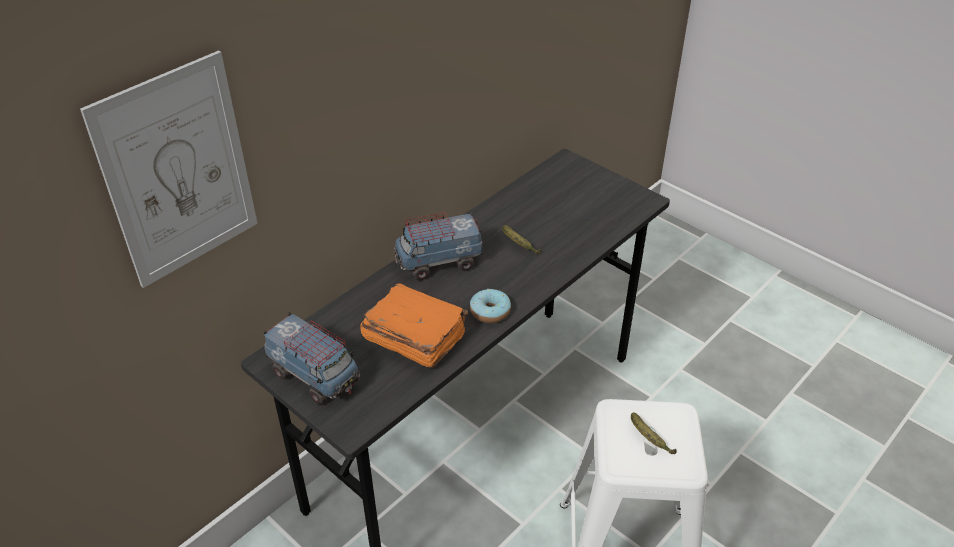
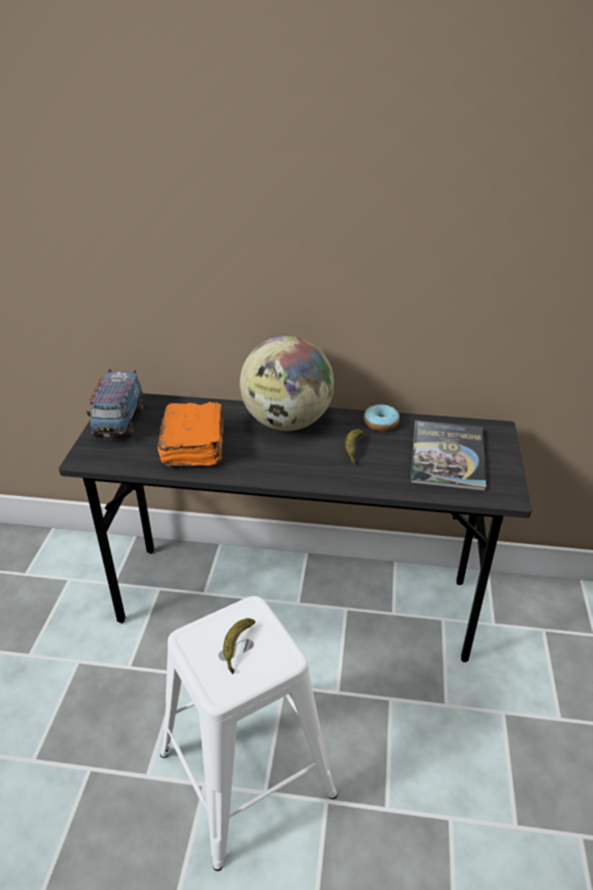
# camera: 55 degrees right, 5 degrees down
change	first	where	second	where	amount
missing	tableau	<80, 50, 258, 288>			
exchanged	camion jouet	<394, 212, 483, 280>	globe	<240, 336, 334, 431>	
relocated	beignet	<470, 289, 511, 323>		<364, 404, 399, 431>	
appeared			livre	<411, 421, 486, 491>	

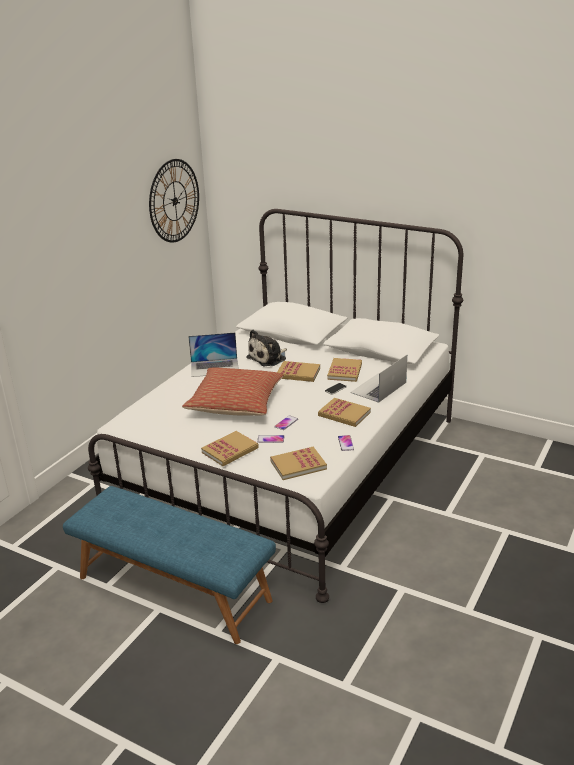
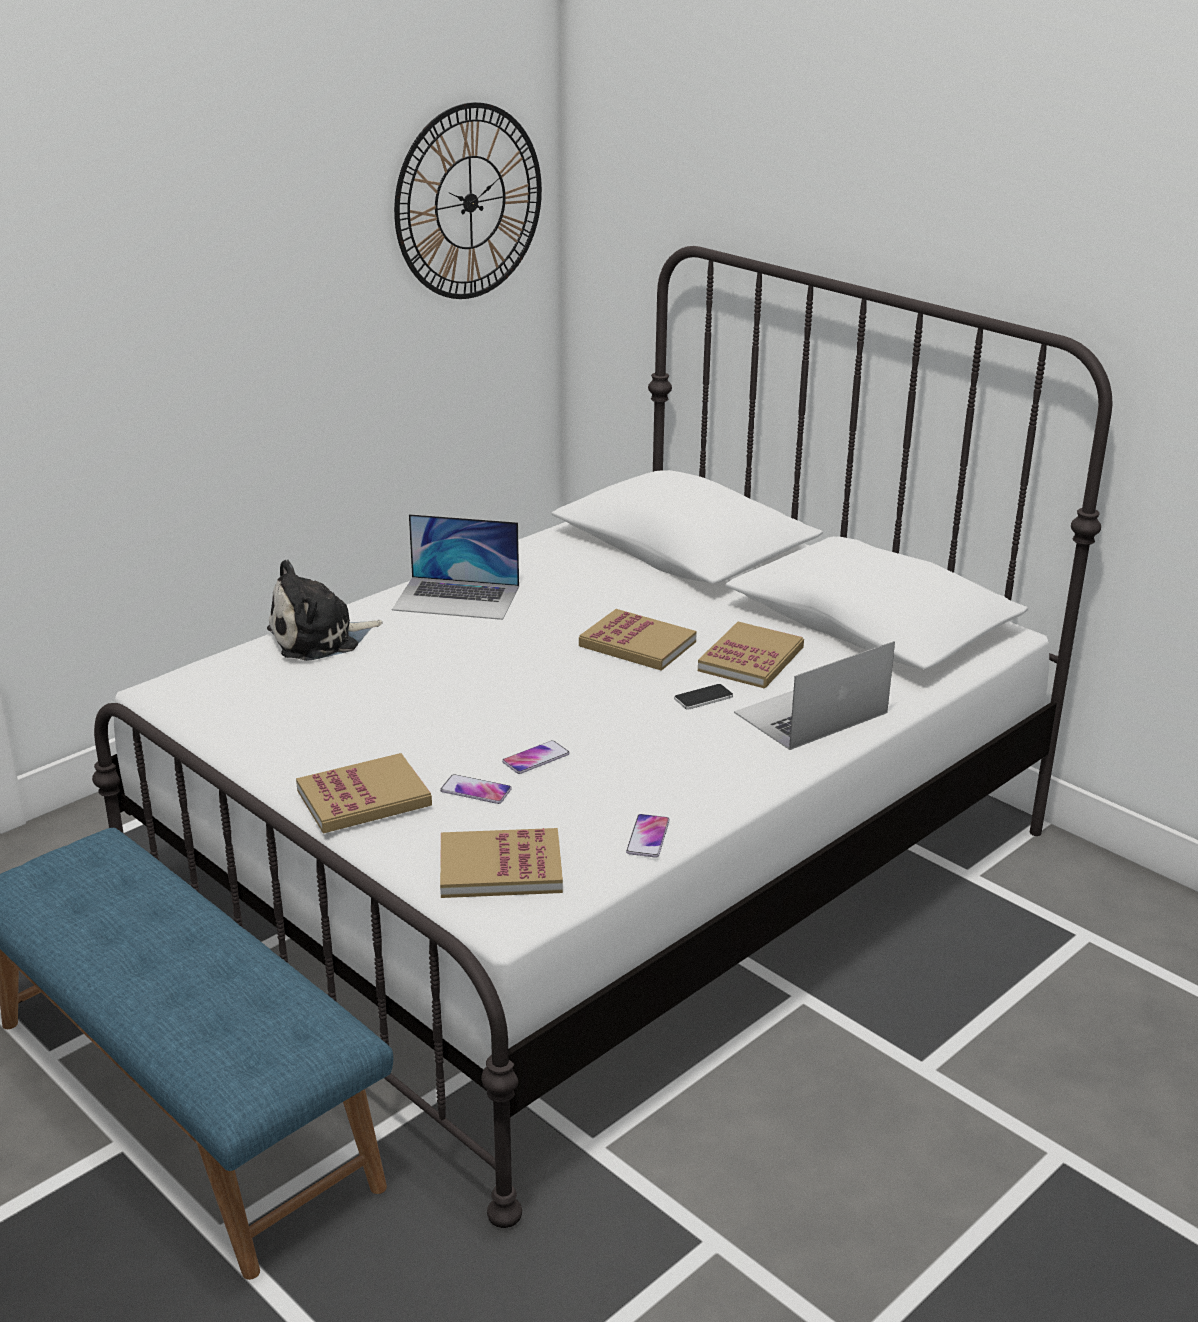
# camera: 15 degrees right, 0 degrees up
change	first	where	second	where	amount
relocated	peluche	<246, 330, 287, 367>		<267, 559, 382, 661>	
missing	coussin	<182, 367, 284, 416>			
missing	livre	<318, 398, 371, 427>			

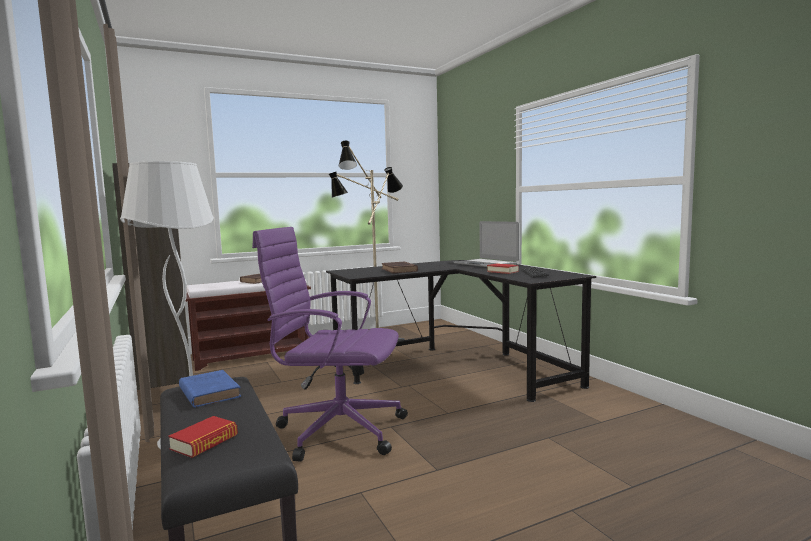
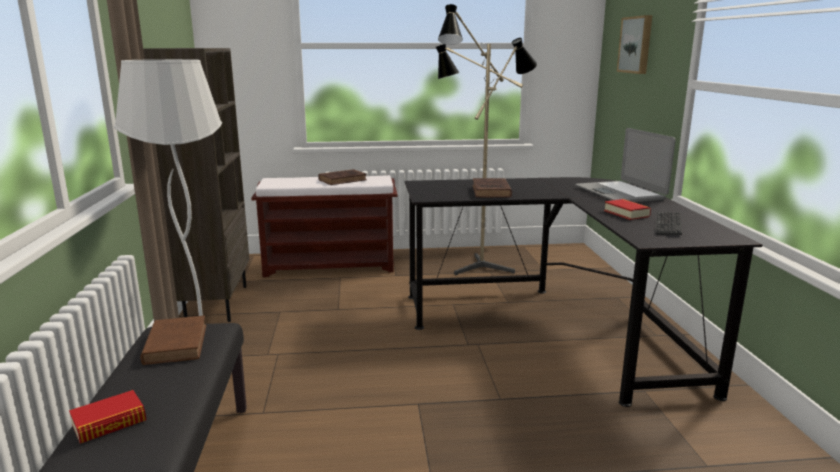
# camera: 20 degrees right, 10 degrees up
change	first	where	second	where	amount
missing	chaise de bureau (violet)	<252, 227, 408, 462>			
colour	livre (bleu)	<179, 370, 241, 408>	livre (marron)	<140, 316, 206, 365>	
appeared			tableau	<617, 15, 652, 74>	

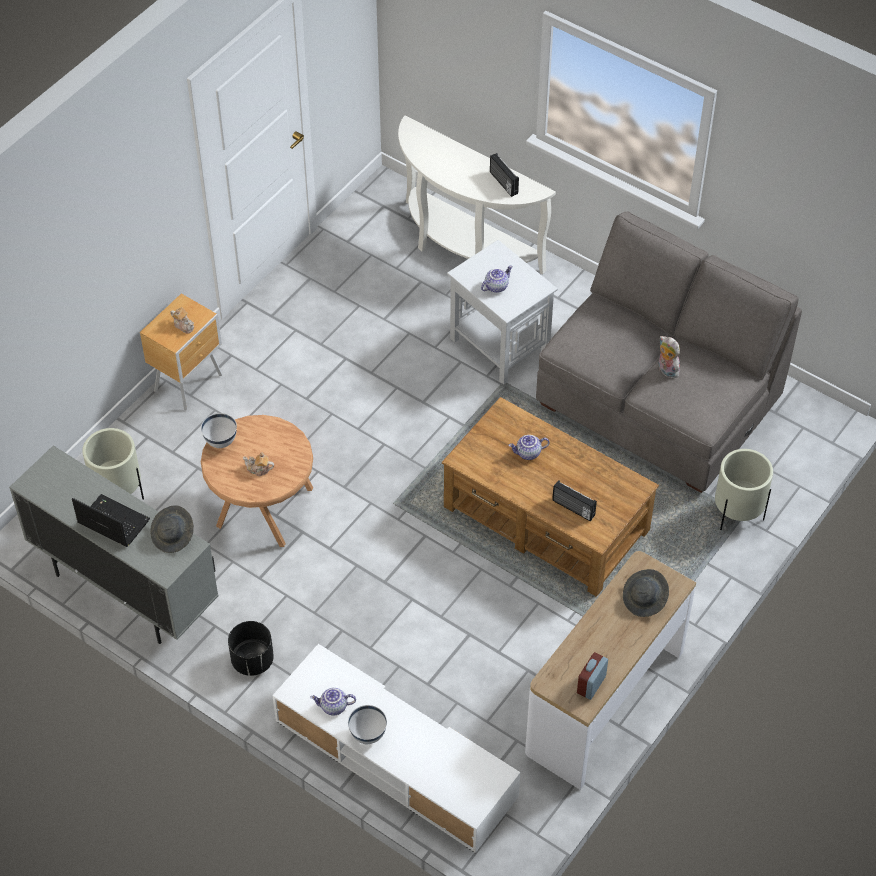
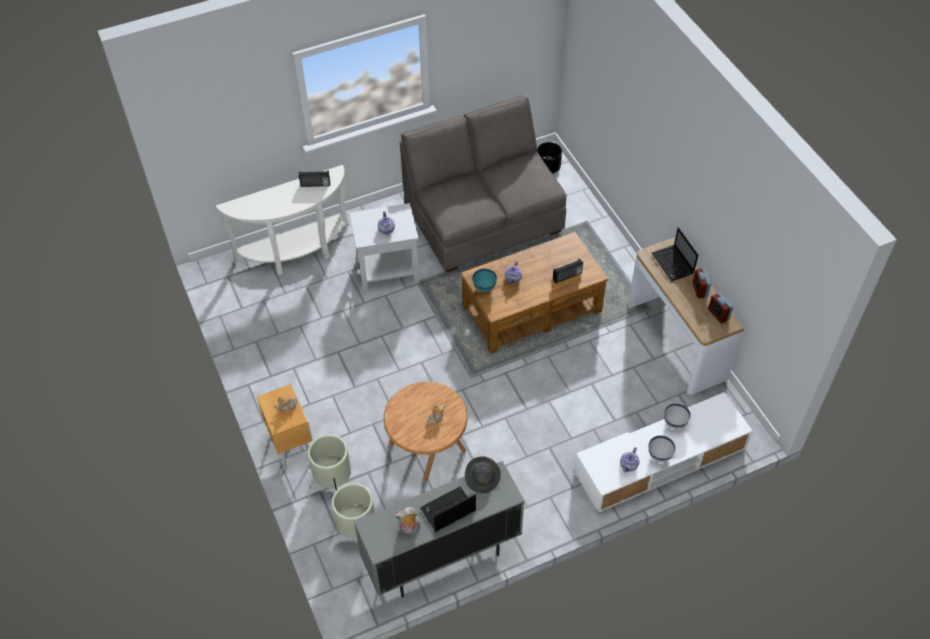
# camera: 60 degrees left, 0 degrees up
change	first	where	second	where	amount
relocated	peluche	<659, 336, 682, 379>		<394, 507, 420, 534>	
relocated	bol (blanc)	<201, 413, 237, 448>		<664, 403, 691, 429>	
relocated	cache-pot (beige)	<715, 449, 773, 530>		<308, 434, 351, 491>	
exchanged	chapeau (gris)	<623, 569, 669, 617>	ordinateur portable	<652, 227, 698, 281>	
relocated	cache-pot (noir)	<228, 621, 274, 676>		<537, 142, 562, 173>	
appeared			bol (turquoise)	<472, 268, 497, 292>	
appeared			réveil	<693, 268, 711, 298>	

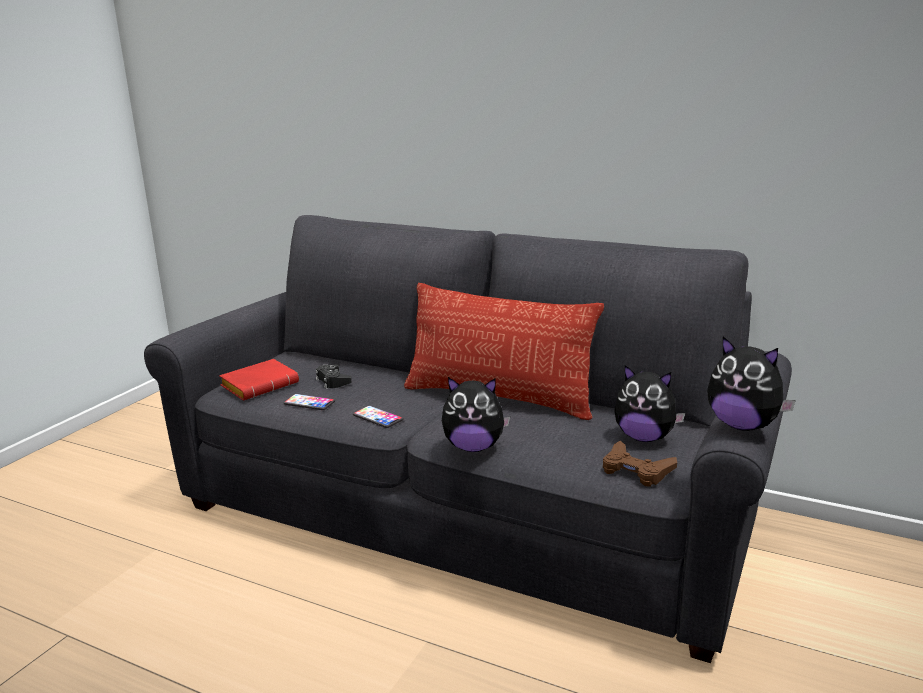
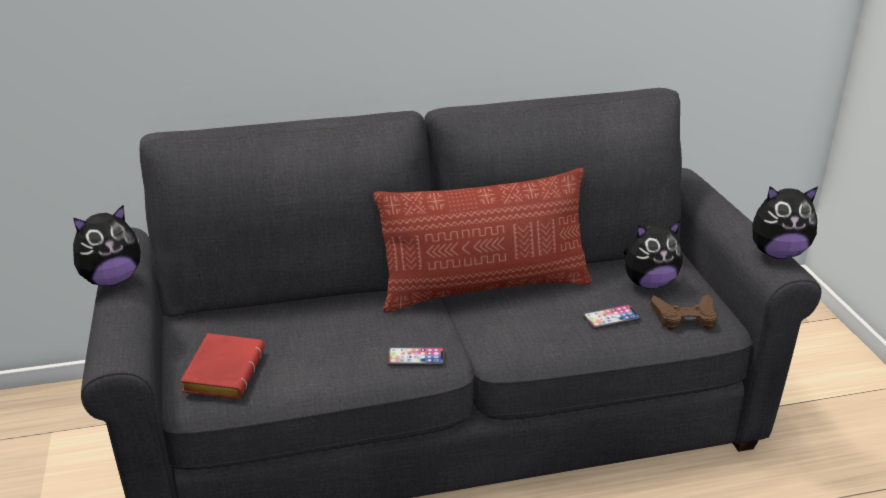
# camera: 40 degrees left, 10 degrees up
change	first	where	second	where	amount
missing	manette (noir)	<316, 365, 352, 389>			
relocated	peluche	<442, 377, 510, 452>		<73, 205, 140, 286>	
relocated	téléphone	<284, 394, 335, 410>		<583, 304, 641, 329>	

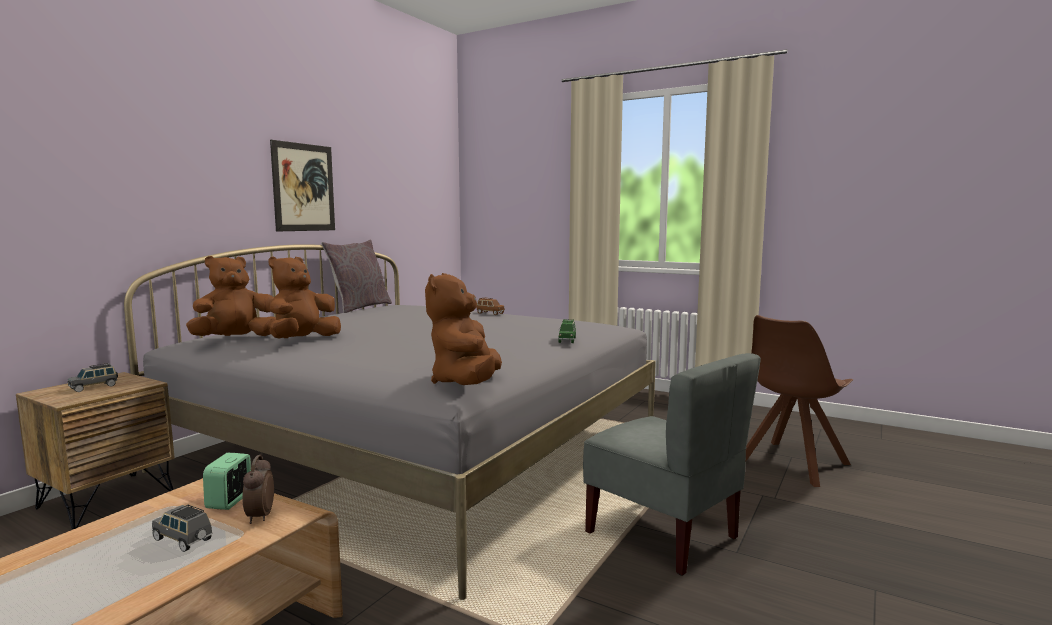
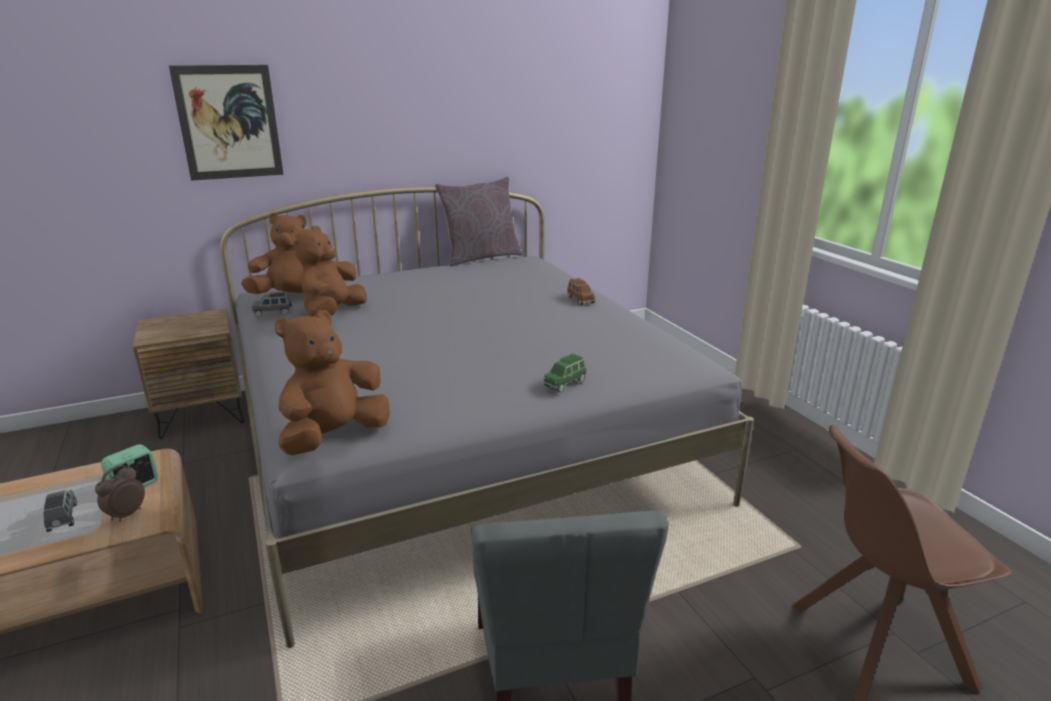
# camera: 35 degrees right, 15 degrees up
change	first	where	second	where	amount
relocated	tableau	<270, 140, 335, 232>		<169, 65, 284, 181>	
spun	peluche (marron)	<268, 256, 341, 338>		<291, 226, 367, 317>	45 degrees counterclockwise
relocated	petite voiture (gris)	<68, 363, 118, 392>		<252, 292, 292, 317>	

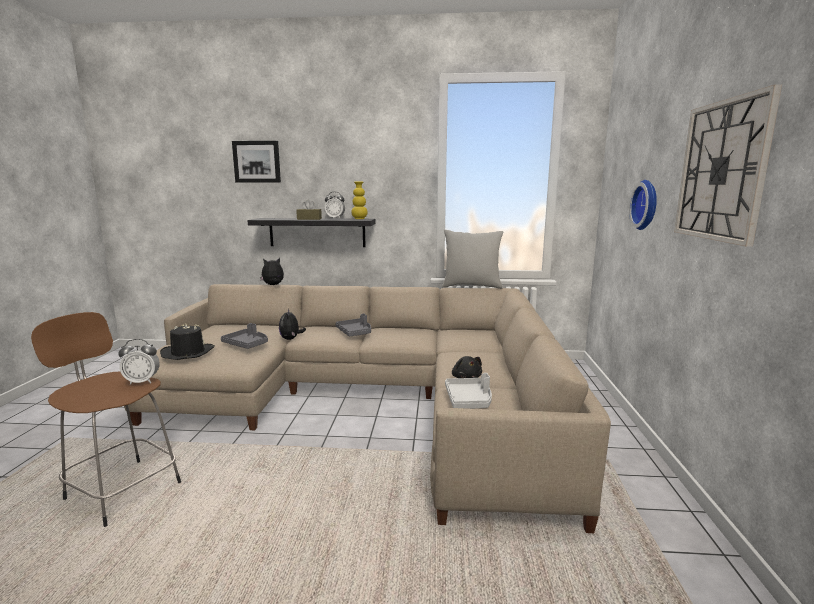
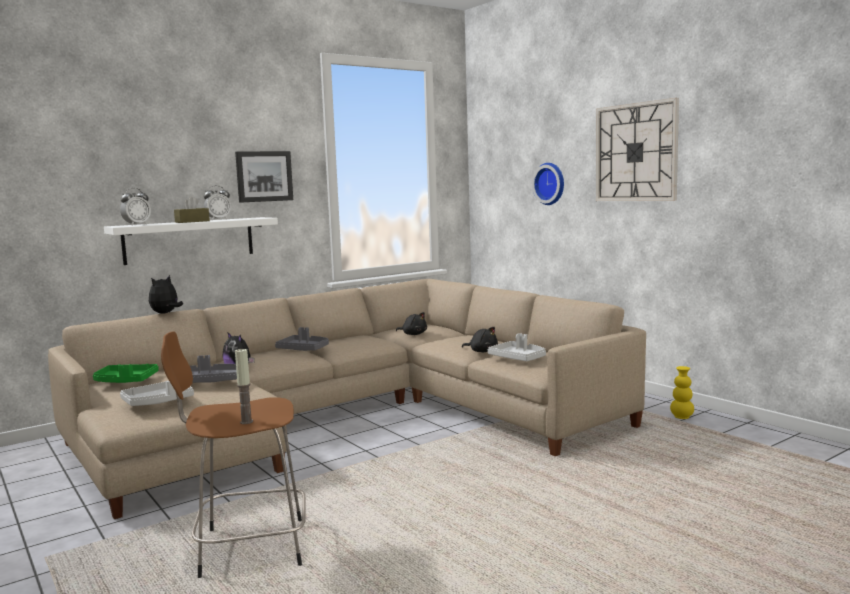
# camera: 40 degrees left, 5 degrees down
change	first	where	second	where	amount
relocated	tableau	<232, 141, 281, 183>		<235, 151, 293, 203>	
relocated	vase (jaune)	<351, 181, 368, 219>		<670, 366, 694, 419>	
colour	étagère (noir)	<247, 218, 376, 247>	étagère (blanc)	<104, 217, 278, 265>	
missing	coussin (gris)	<442, 230, 503, 289>			
exchanged	chapeau (noir)	<160, 324, 215, 360>	plateau (gris)	<120, 381, 194, 406>	
relocated	réveil	<118, 339, 160, 385>		<120, 188, 151, 225>	
appeared			peluche (noir)	<396, 312, 427, 335>	
appeared			bougie	<235, 349, 253, 424>	
appeared			plateau (vert)	<93, 364, 159, 383>	

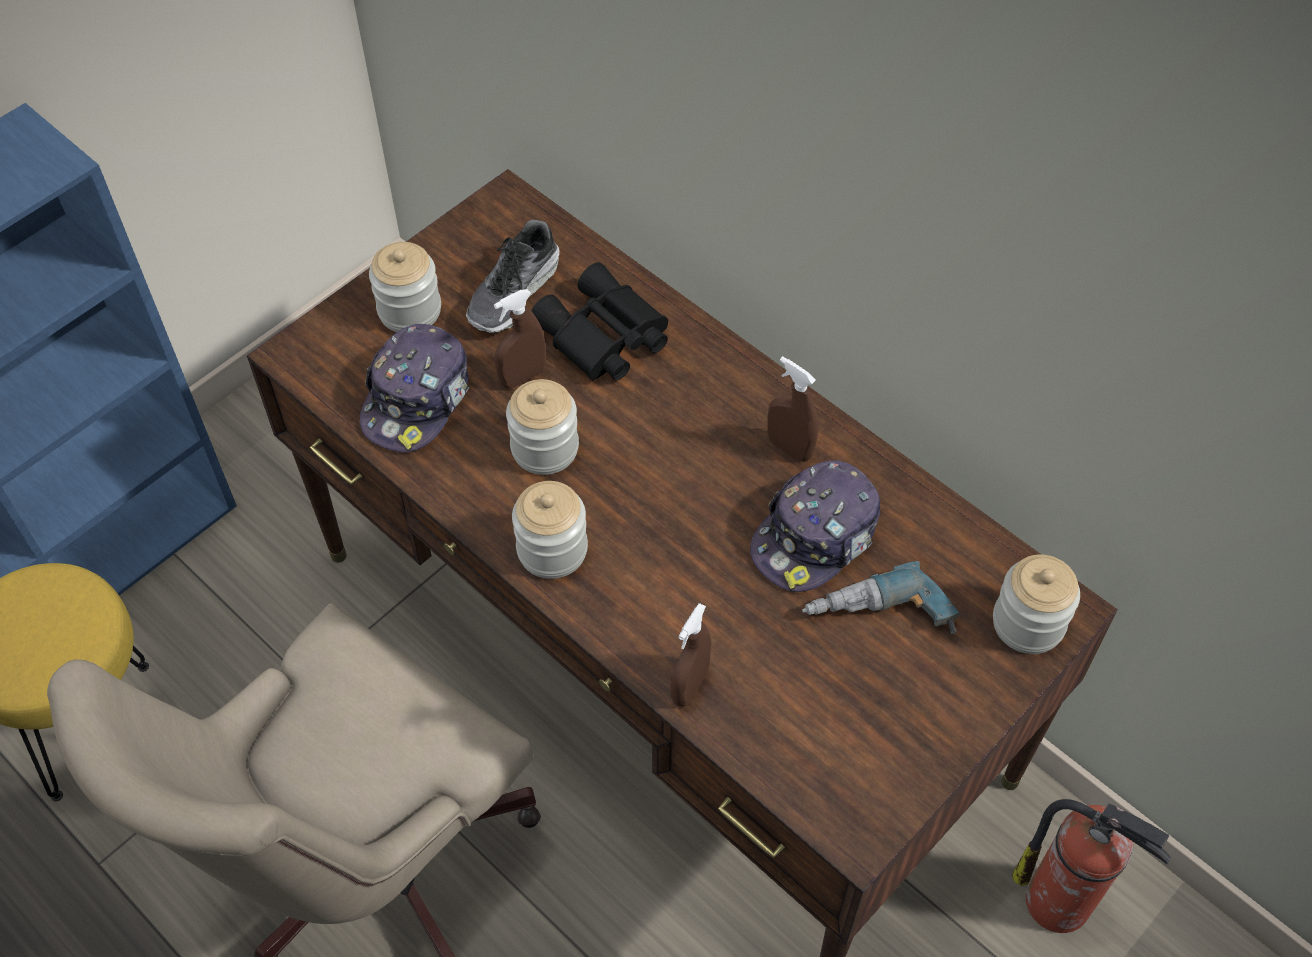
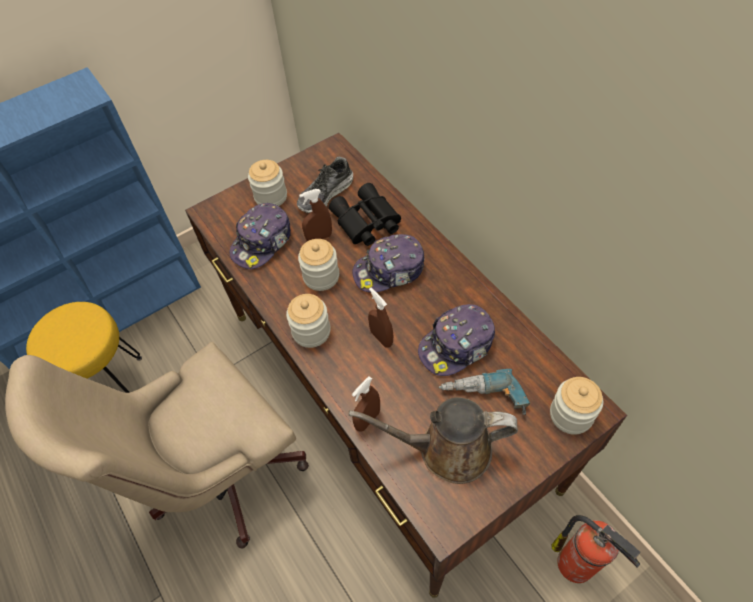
# camera: 15 degrees right, 0 degrees up
change	first	where	second	where	amount
relocated	vaporisateur (marron)	<768, 356, 818, 462>		<368, 288, 393, 348>	
appeared			casquette	<352, 234, 425, 293>	
appeared			arrosoir (marron)	<348, 397, 518, 484>	

